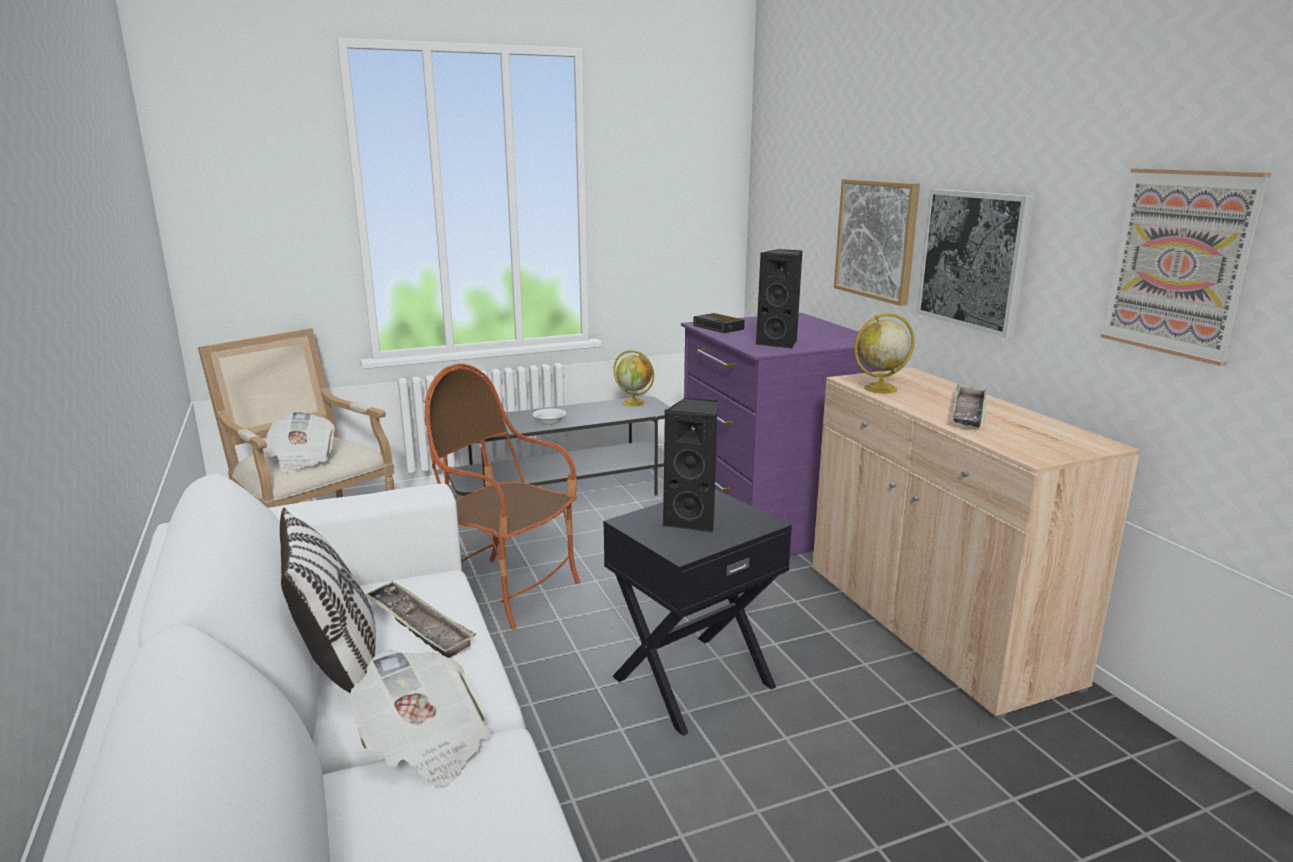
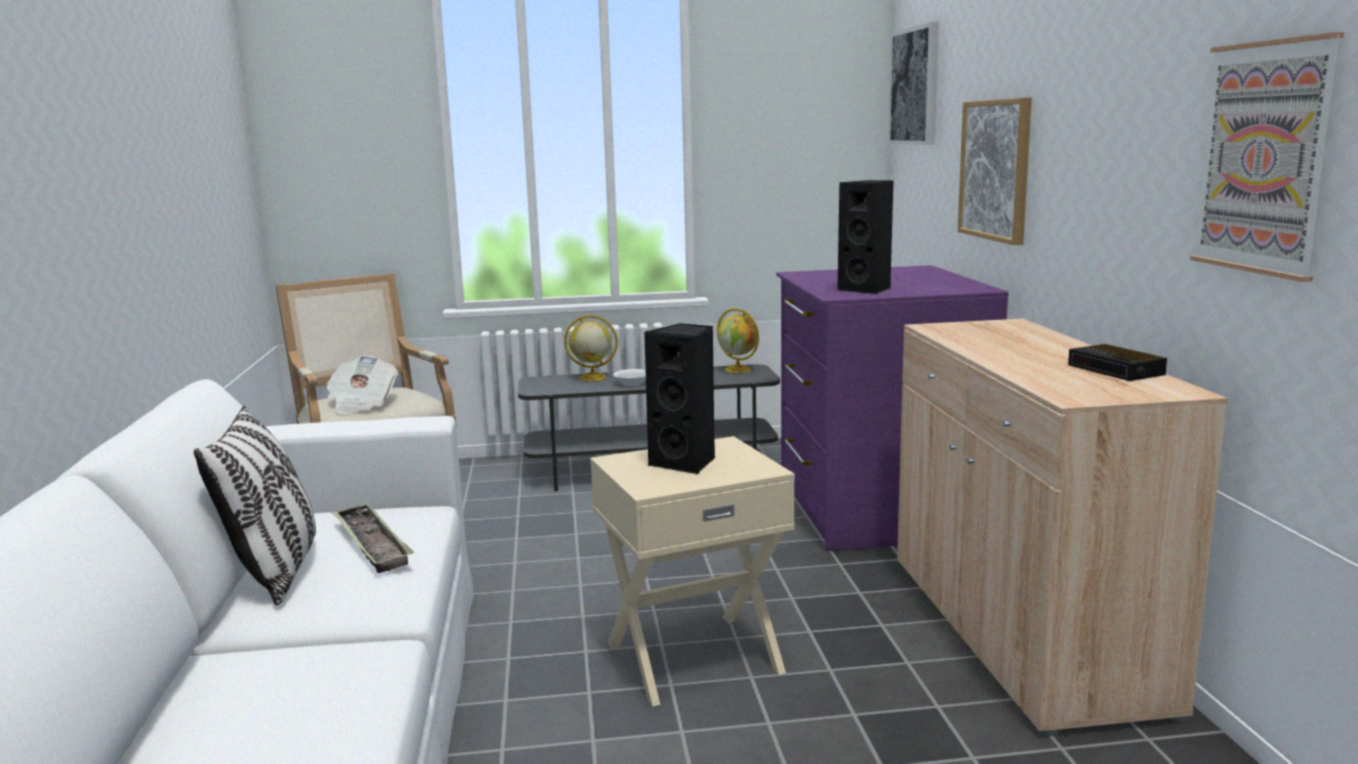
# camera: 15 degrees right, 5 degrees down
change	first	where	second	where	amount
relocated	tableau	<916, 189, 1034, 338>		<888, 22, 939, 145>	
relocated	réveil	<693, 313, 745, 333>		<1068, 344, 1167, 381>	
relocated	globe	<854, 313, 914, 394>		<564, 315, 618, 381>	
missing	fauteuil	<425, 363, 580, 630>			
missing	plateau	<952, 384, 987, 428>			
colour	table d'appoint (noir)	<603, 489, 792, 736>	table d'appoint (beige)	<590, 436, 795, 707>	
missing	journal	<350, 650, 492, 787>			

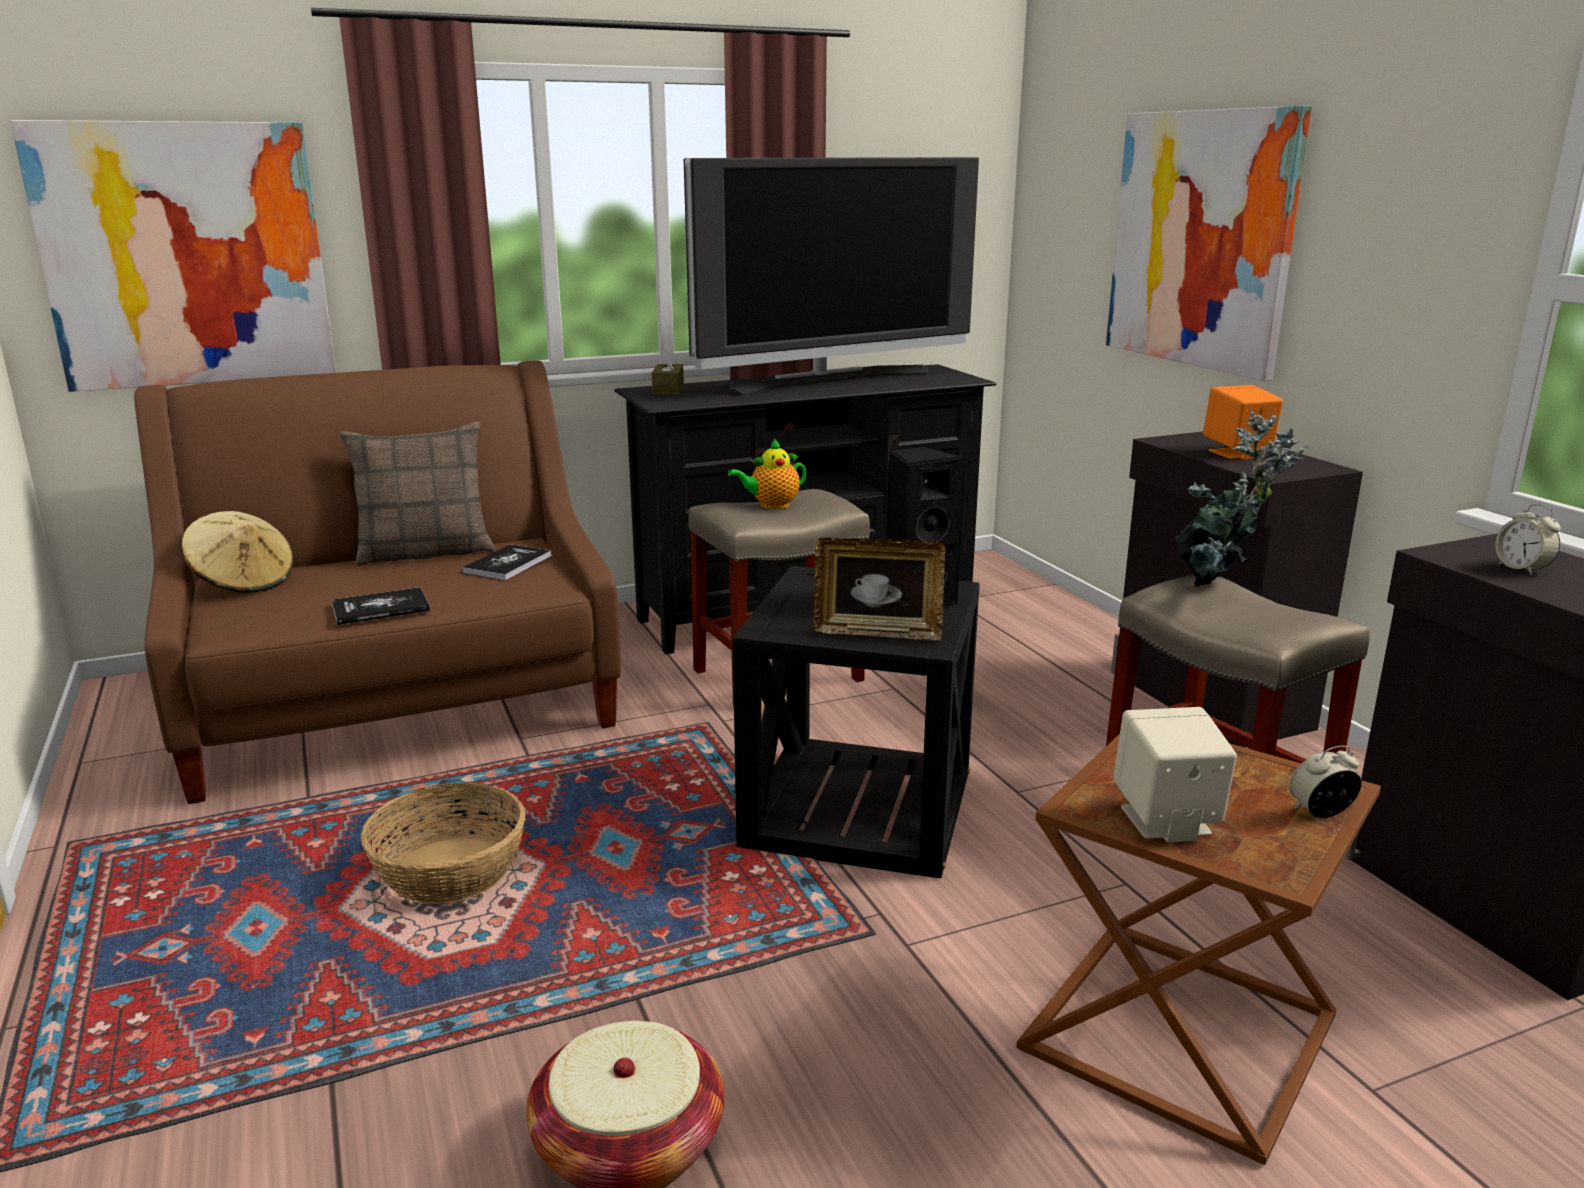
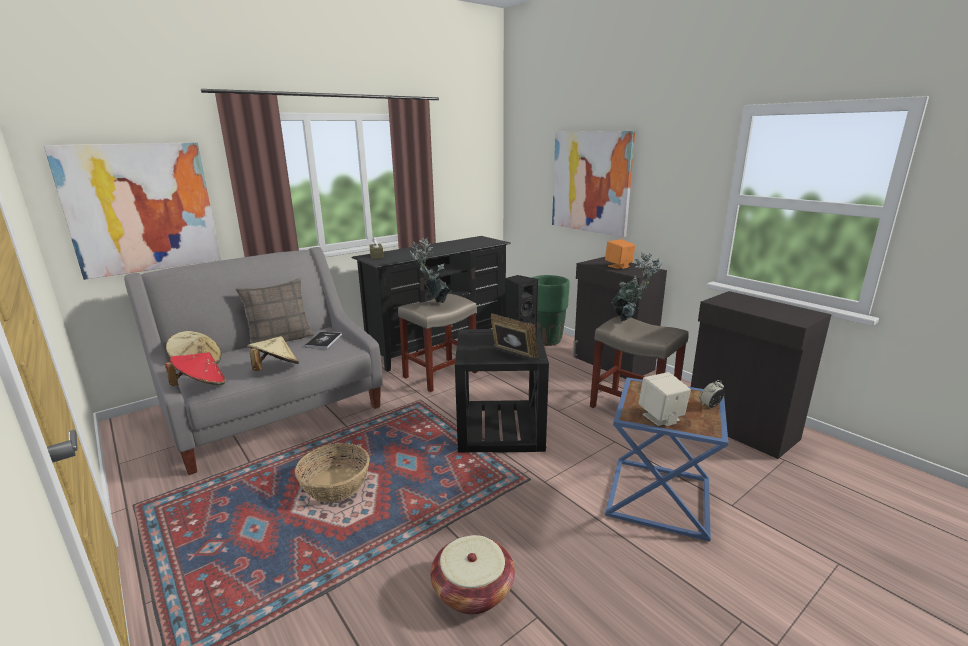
# camera: 15 degrees left, 0 degrees up
change	first	where	second	where	amount
missing	téléviseur	<684, 157, 979, 395>			
colour	canapé (marron)	<134, 360, 621, 804>	canapé (gris)	<124, 247, 383, 475>	
exchanged	théière	<728, 438, 806, 509>	plante en pot	<410, 238, 452, 303>	
missing	réveil	<1495, 504, 1561, 575>			
spun	cadre photo	<813, 538, 945, 640>		<491, 313, 538, 358>	135 degrees counterclockwise
exchanged	livre	<332, 587, 430, 625>	chapeau (beige)	<247, 336, 299, 371>	
colour	table d'appoint (marron)	<1017, 734, 1381, 1165>	table d'appoint (bleu)	<605, 377, 728, 542>	
appeared			cache-pot (vert)	<532, 275, 569, 346>	
appeared			chapeau (rouge)	<165, 352, 226, 386>	

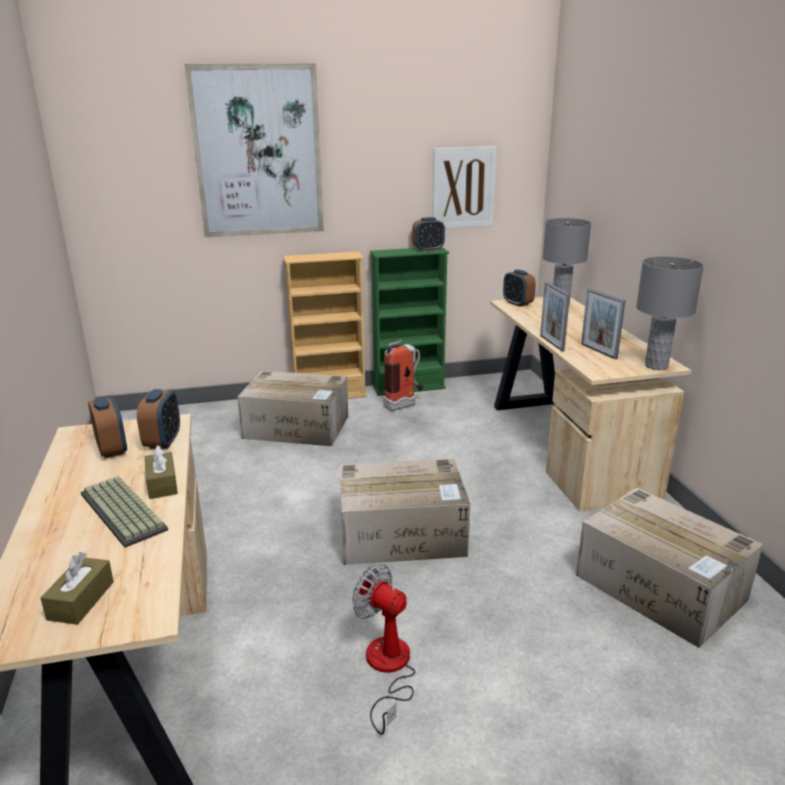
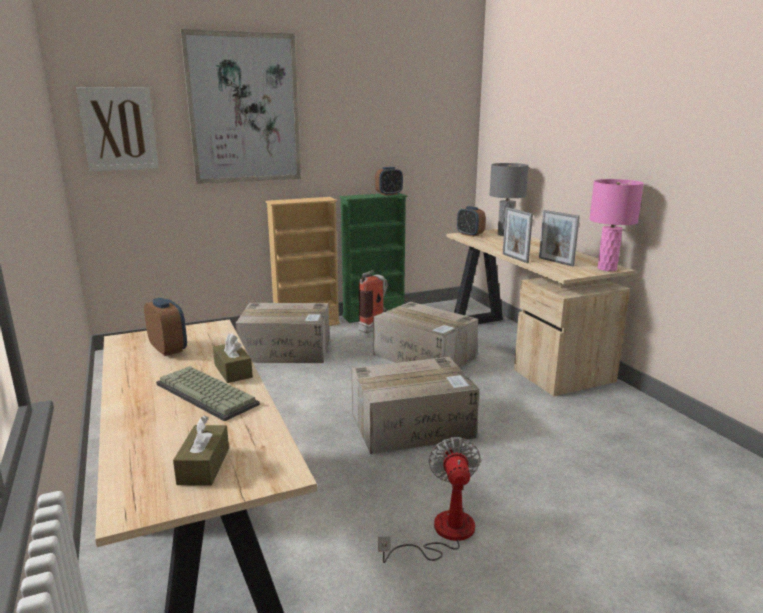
# camera: 10 degrees left, 5 degrees down
change	first	where	second	where	amount
relocated	tableau	<432, 146, 497, 229>		<76, 87, 159, 172>	
colour	lampe de table (gris)	<636, 256, 704, 370>	lampe de table (rose)	<590, 179, 644, 271>	
missing	réveil	<137, 389, 180, 449>			
relocated	carton	<576, 488, 763, 648>		<373, 302, 478, 368>	
spun	ventilateur	<352, 564, 415, 735>		<378, 437, 481, 563>	60 degrees clockwise

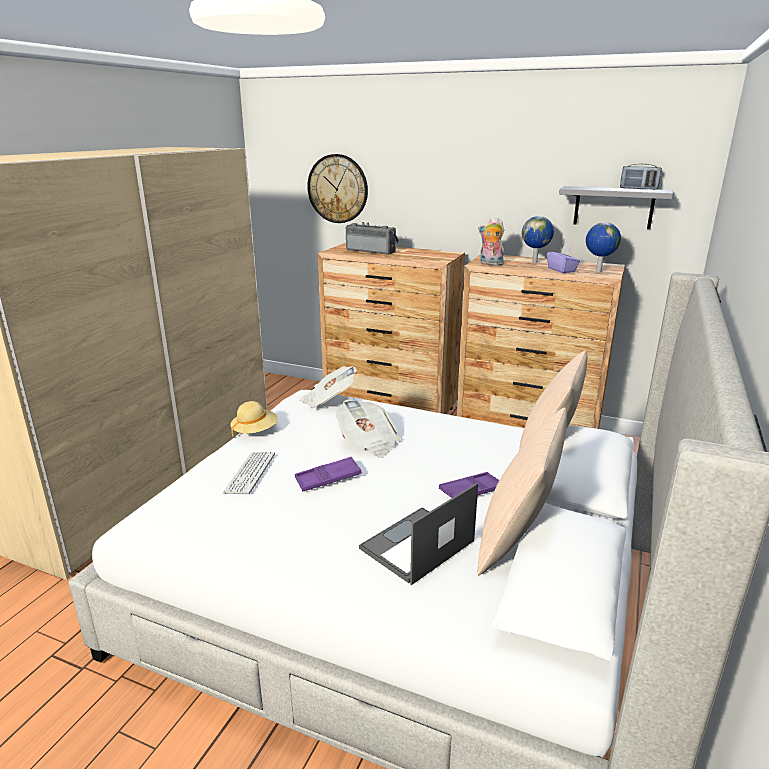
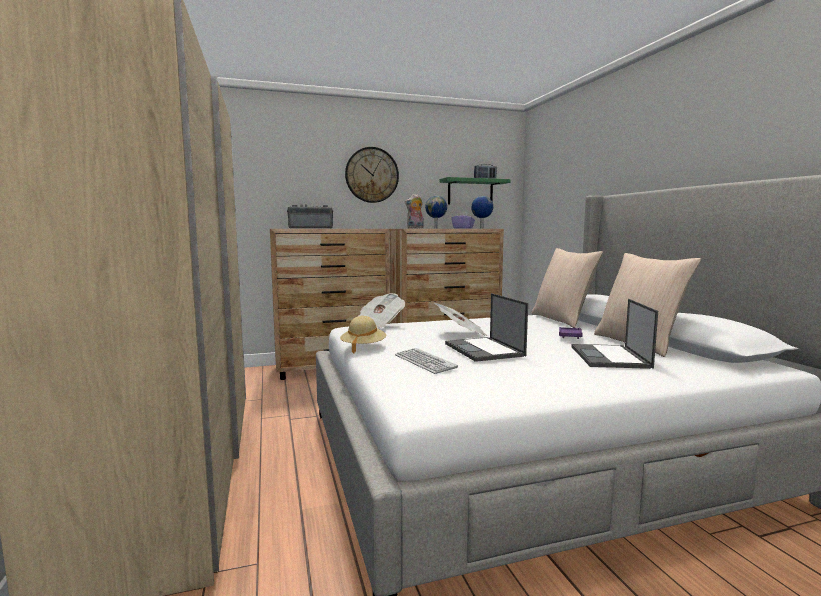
# camera: 40 degrees left, 15 degrees down
change	first	where	second	where	amount
relocated	horloge murale	<307, 154, 368, 223>		<345, 147, 399, 203>	
colour	étagère (gris)	<559, 186, 673, 229>	étagère (vert)	<440, 177, 510, 205>	
exchanged	plateau (violet)	<295, 457, 361, 491>	ordinateur portable	<445, 293, 528, 362>	

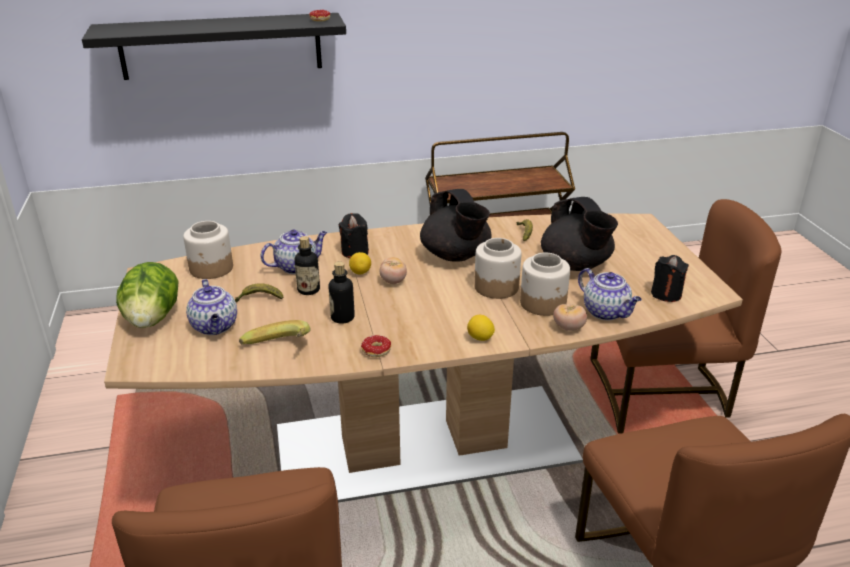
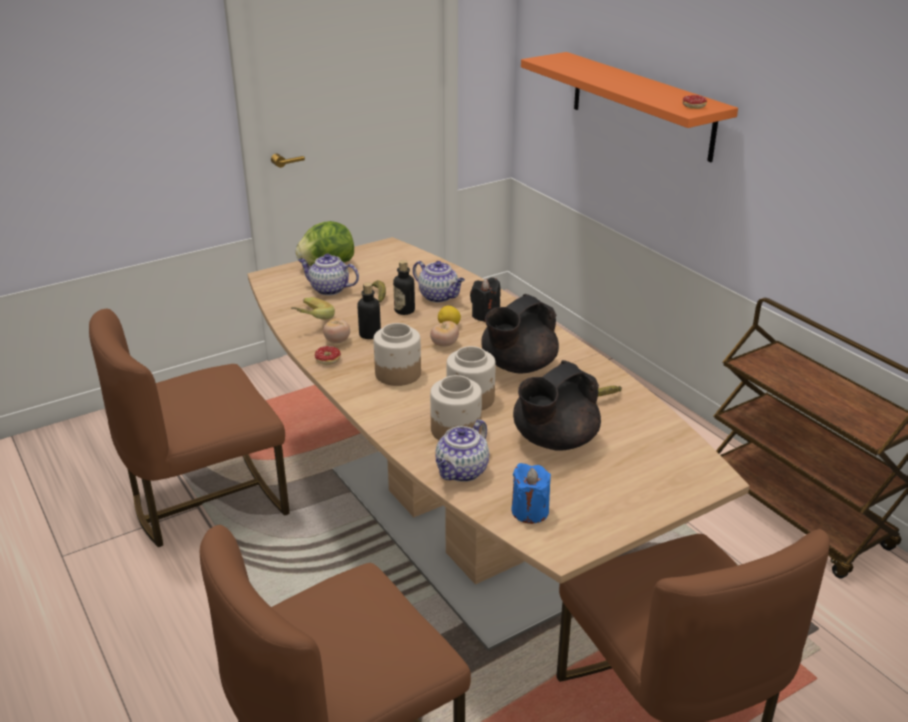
# camera: 70 degrees right, 0 degrees up
change	first	where	second	where	amount
colour	étagère (noir)	<82, 13, 346, 80>	étagère (orange)	<521, 52, 738, 162>	
relocated	bocal	<183, 221, 233, 279>		<373, 323, 421, 386>	
colour	bougie (noir)	<651, 255, 689, 302>	bougie (bleu)	<512, 463, 551, 524>	
spun	théière	<186, 279, 237, 335>		<298, 254, 359, 295>	60 degrees clockwise
relocated	tomate	<553, 304, 587, 331>		<323, 318, 350, 343>	
missing	citron	<467, 315, 495, 341>			

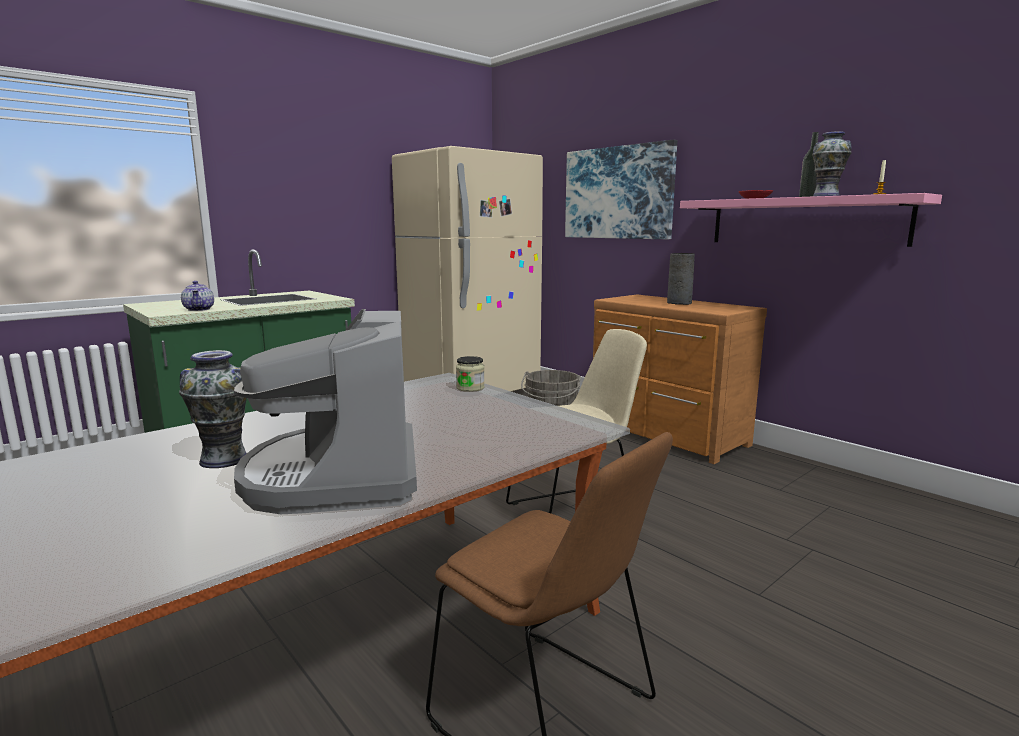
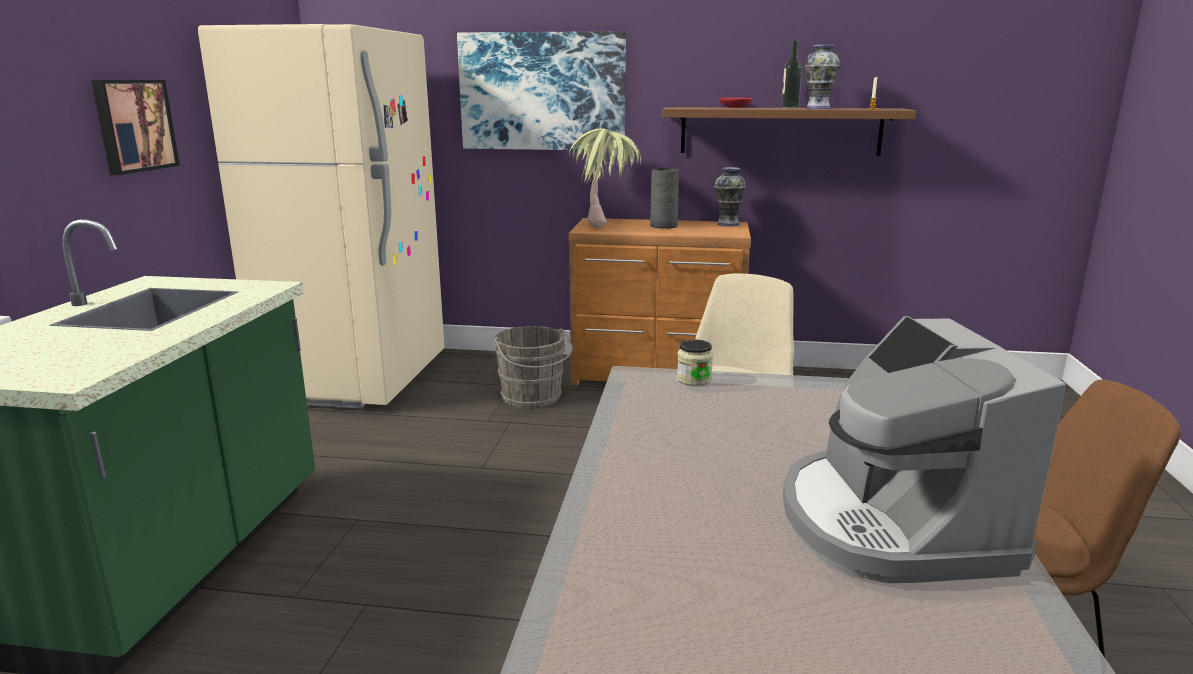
# camera: 40 degrees left, 5 degrees up
change	first	where	second	where	amount
colour	étagère (rose)	<680, 193, 942, 247>	étagère (marron)	<662, 107, 916, 156>	
missing	théière	<181, 281, 214, 311>			
spun	machine à café	<234, 309, 417, 514>		<783, 316, 1066, 583>	45 degrees clockwise
relocated	vase	<179, 350, 247, 468>		<714, 167, 746, 227>	
appeared			tableau	<91, 80, 180, 175>	
appeared			plante en pot	<569, 128, 641, 228>	

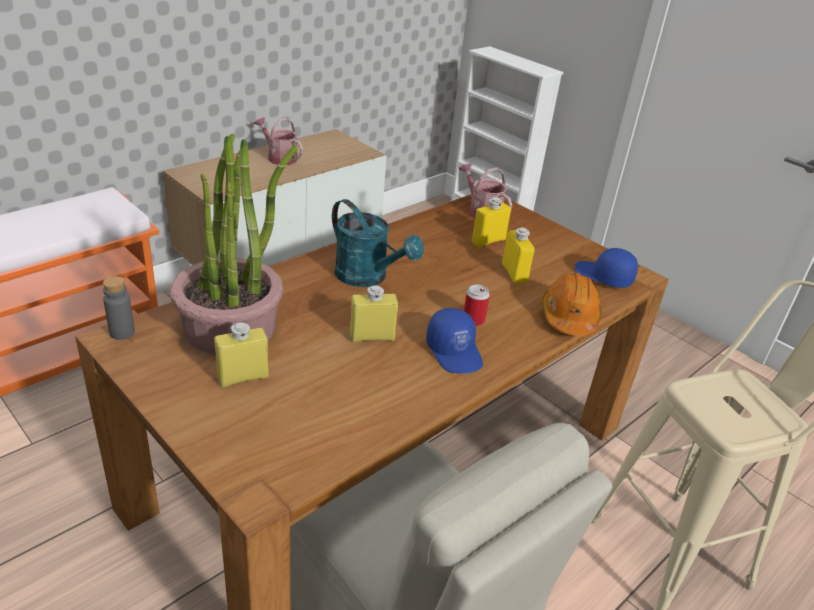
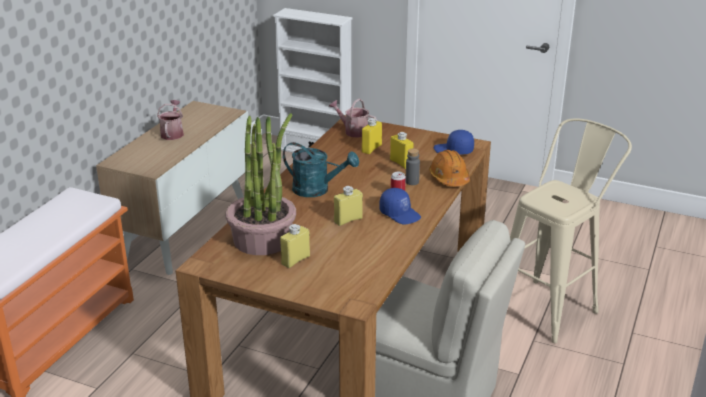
# camera: 20 degrees left, 5 degrees down
change	first	where	second	where	amount
spun	arrosoir	<254, 117, 303, 165>		<157, 100, 184, 140>	75 degrees clockwise
relocated	bouteille (gris)	<103, 276, 135, 340>		<406, 148, 420, 185>	

